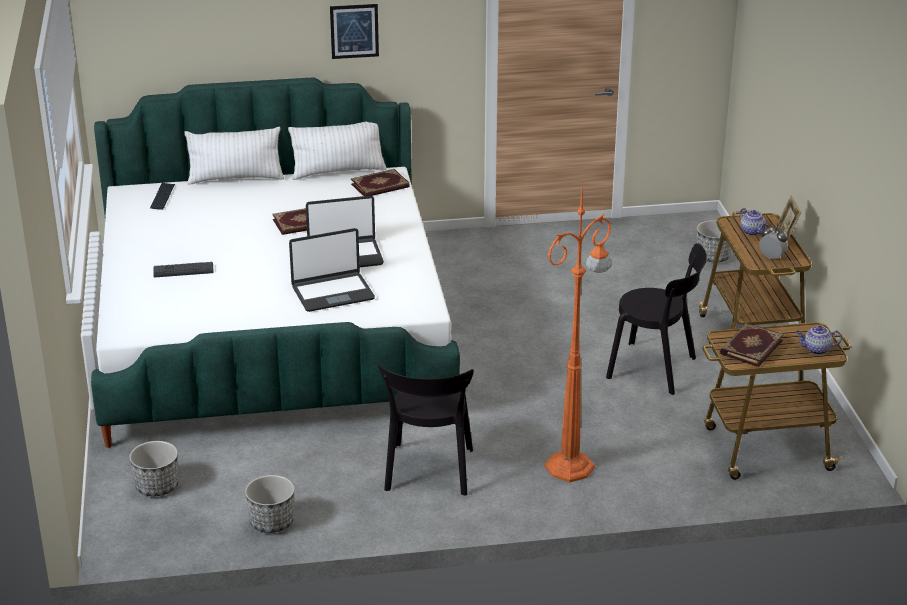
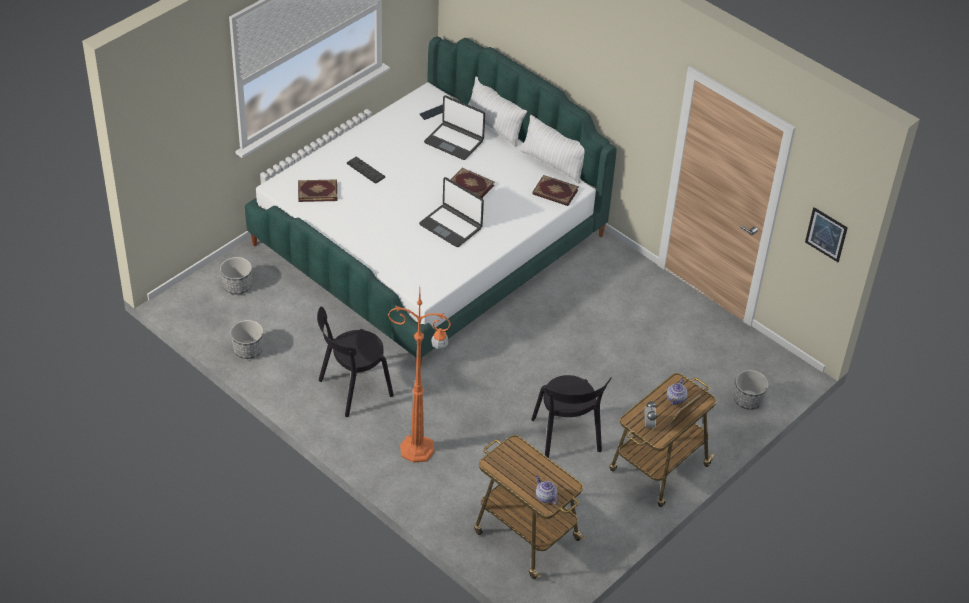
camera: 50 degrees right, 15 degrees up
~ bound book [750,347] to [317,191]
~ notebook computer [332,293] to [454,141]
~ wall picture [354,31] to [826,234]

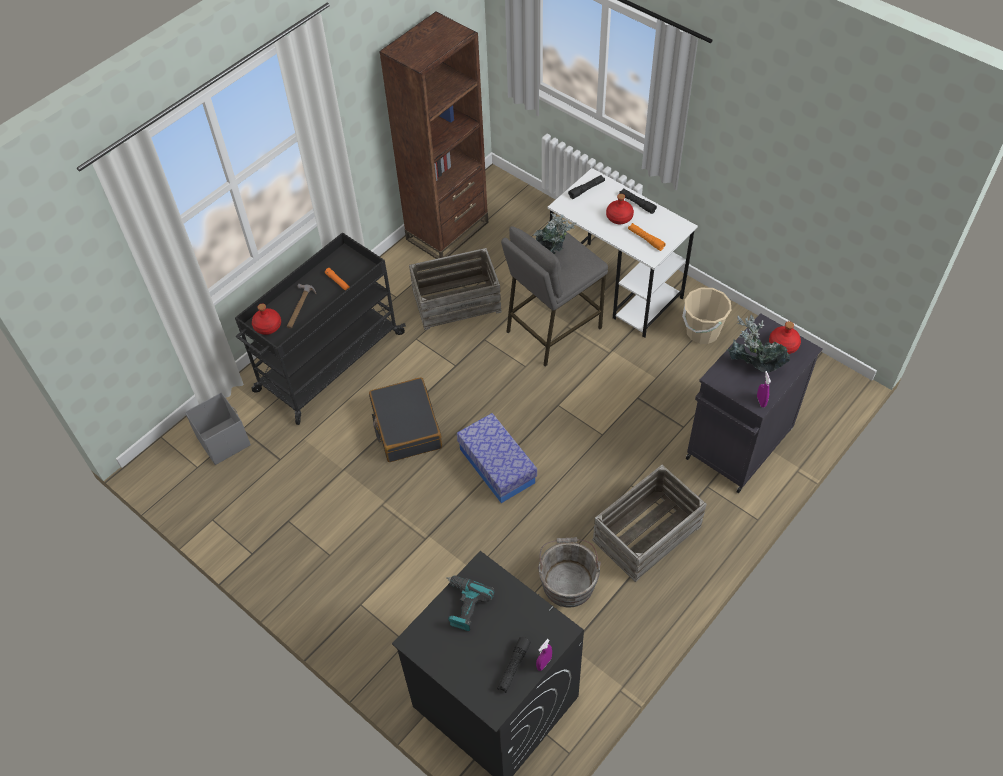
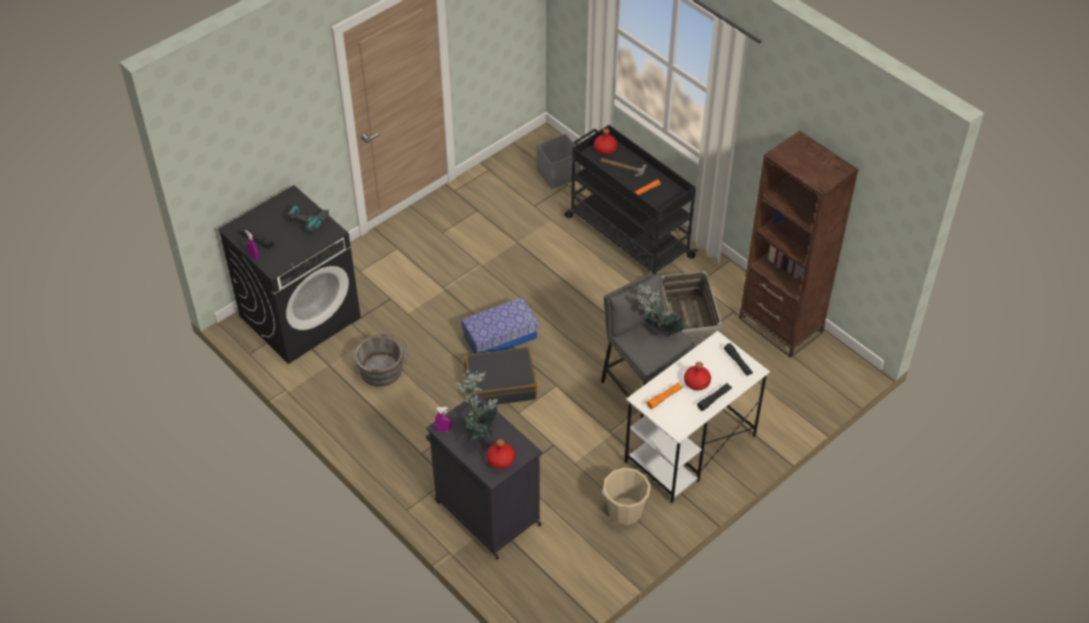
camera: 95 degrees right, 5 degrees down
~ black piece of luggage [406,427] to [500,384]
- shipping crate [647,534]

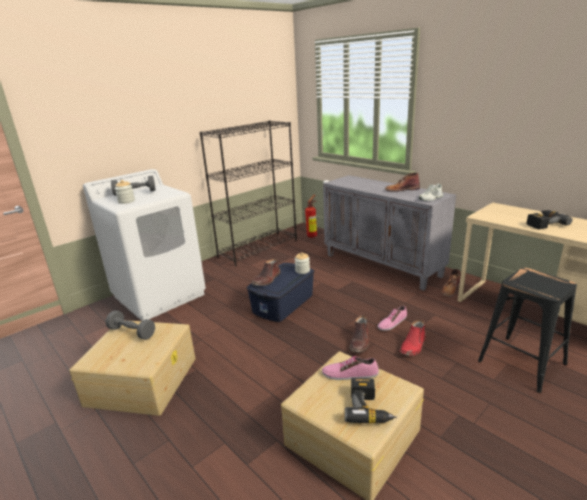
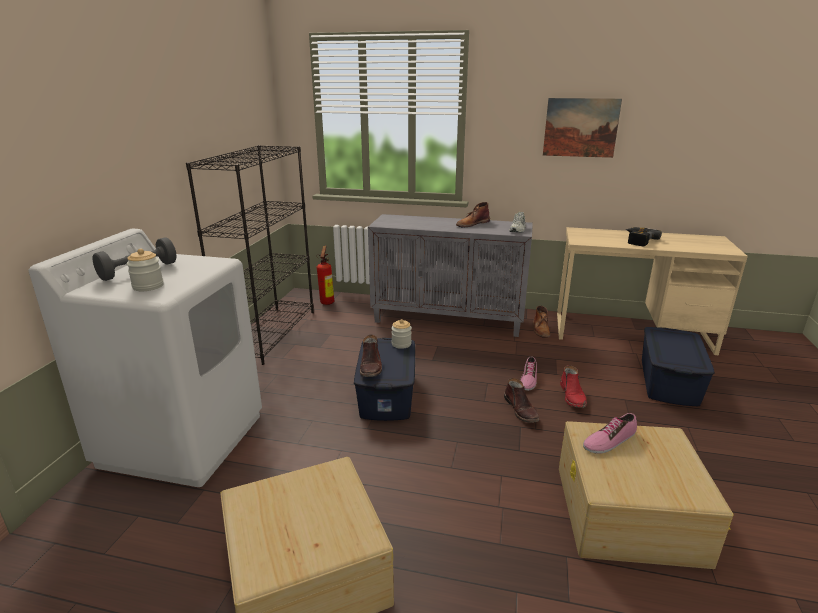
camera: 35 degrees left, 0 degrees up
+ wall picture [580,127]
~ black stool [521,362] to bluish storage container [668,381]
- greyish dumbbell [132,332]
- drill [369,408]

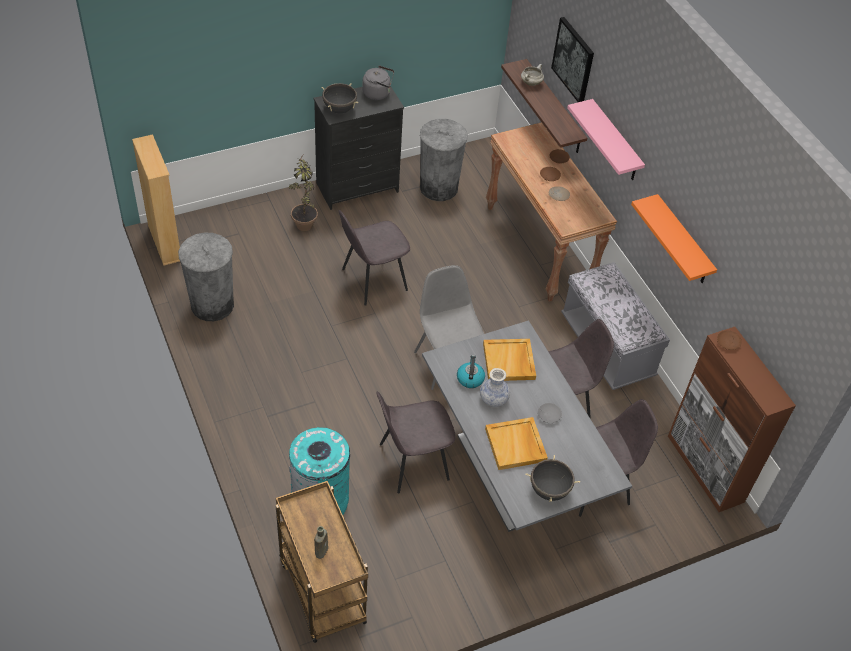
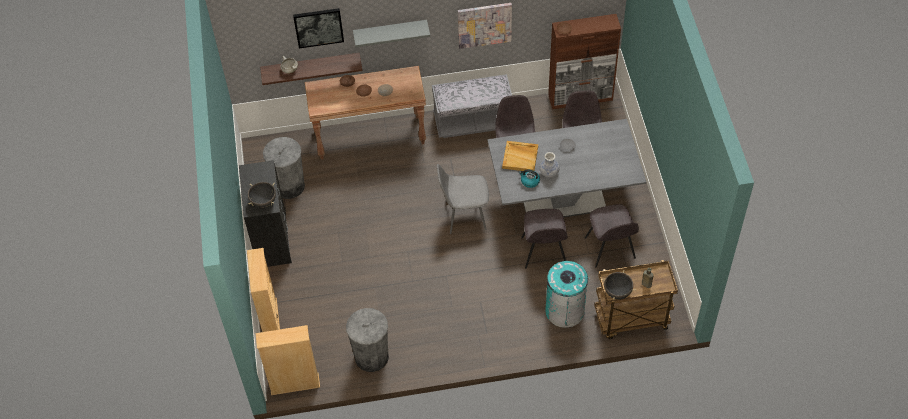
camera: 70 degrees left, 5 degrees up
+ sand-coloured shelving unit [270,319]
~ pink bracket shelf [615,142] to greyish bracket shelf [390,32]
~ orange bracket shelf [683,241] to wall picture [484,24]
~ greyish plain chair [372,280] to [610,249]
~ black saucepot [549,490] to [617,292]
- plant in a pot [304,221]
- greyish kettle [378,93]
- sand-coloured carrying tray [516,445]

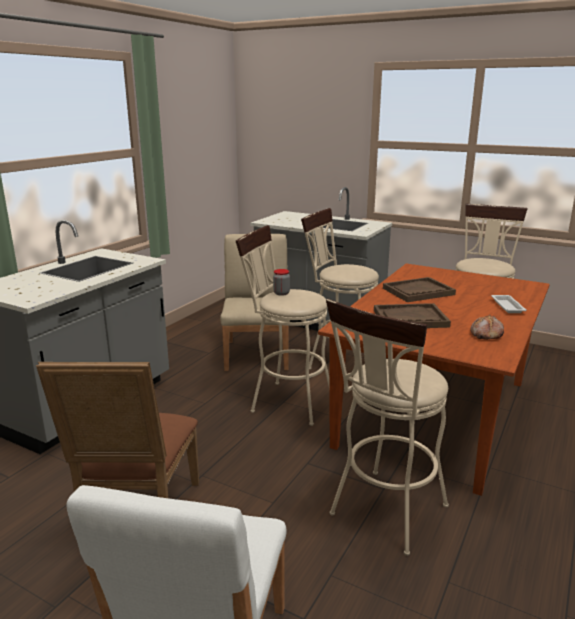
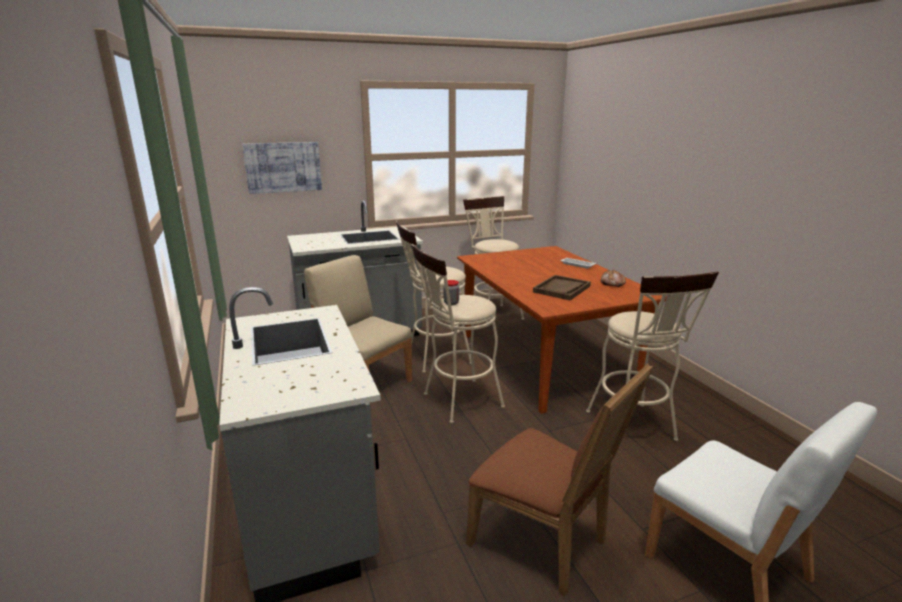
camera: 50 degrees left, 0 degrees up
+ wall picture [283,167]
- brown-coloured carrying tray [418,291]

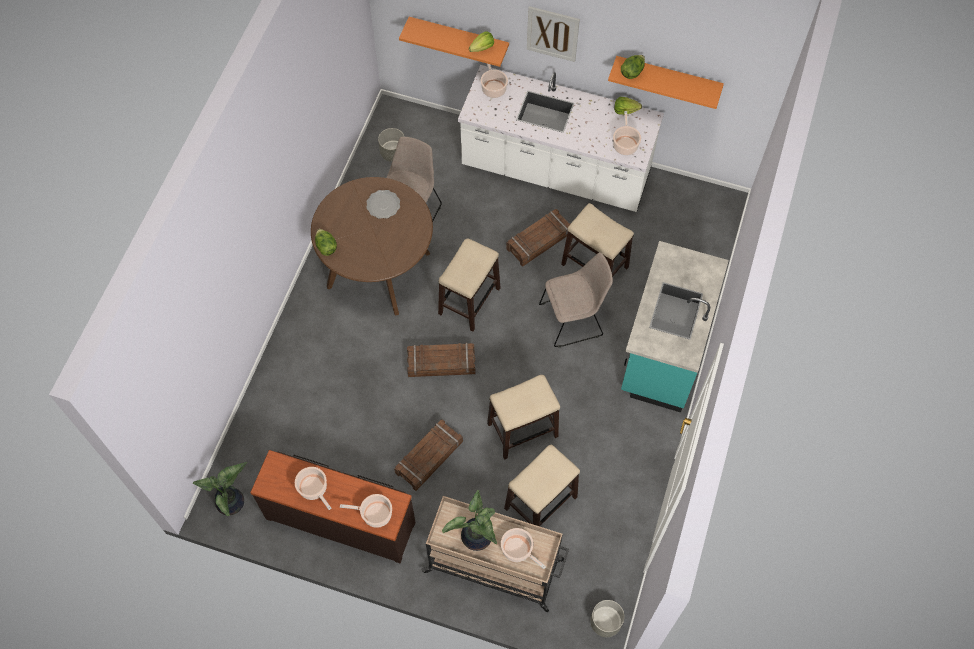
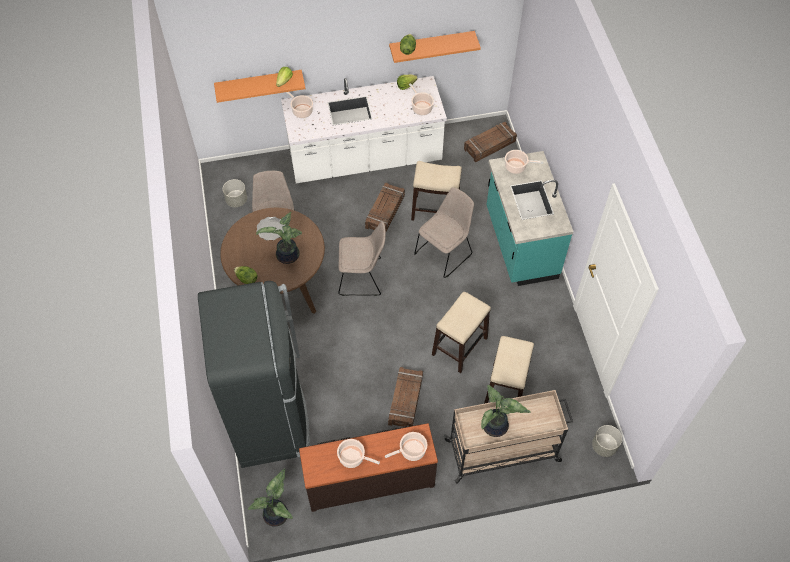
camera: 30 degrees left, 5 degrees down
+ black refrigerator [270,420]
+ plant in a pot [287,256]
~ stool [469,301] to sand-coloured plain chair [362,277]
~ shipping crate [441,363] to [489,145]
~ saucepot [518,550] to [517,167]
- wall picture [552,33]

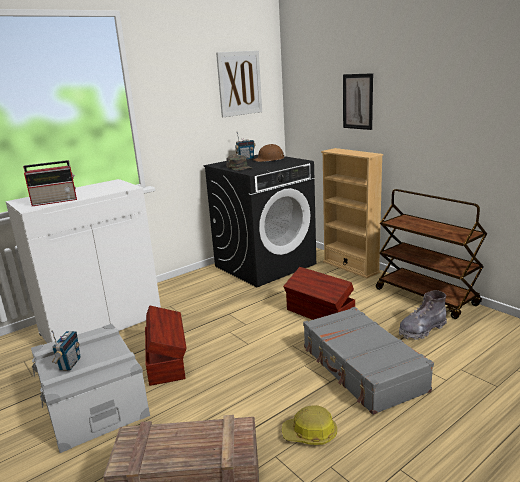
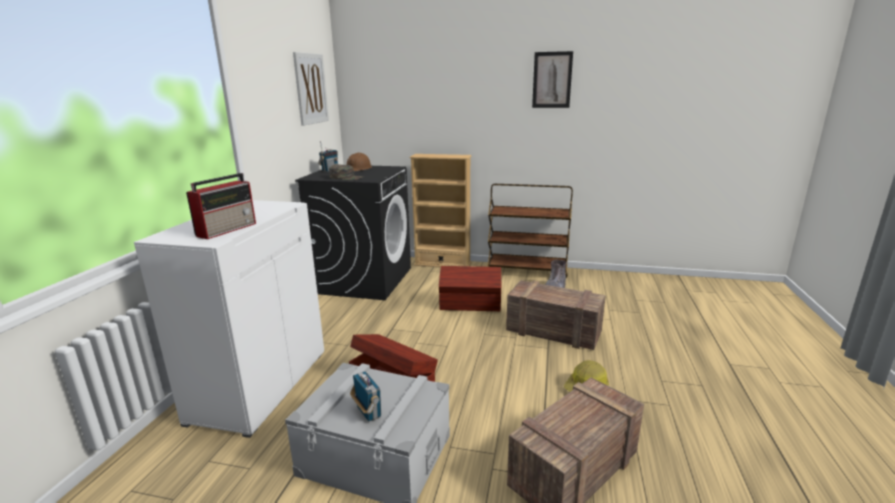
camera: 40 degrees left, 0 degrees up
~ greyish piece of luggage [361,369] to shipping crate [555,331]
~ wall picture [357,101] to [552,80]

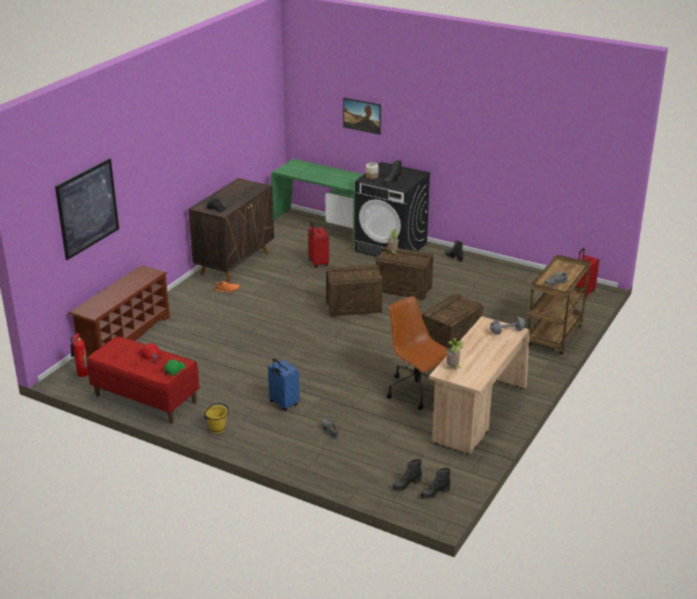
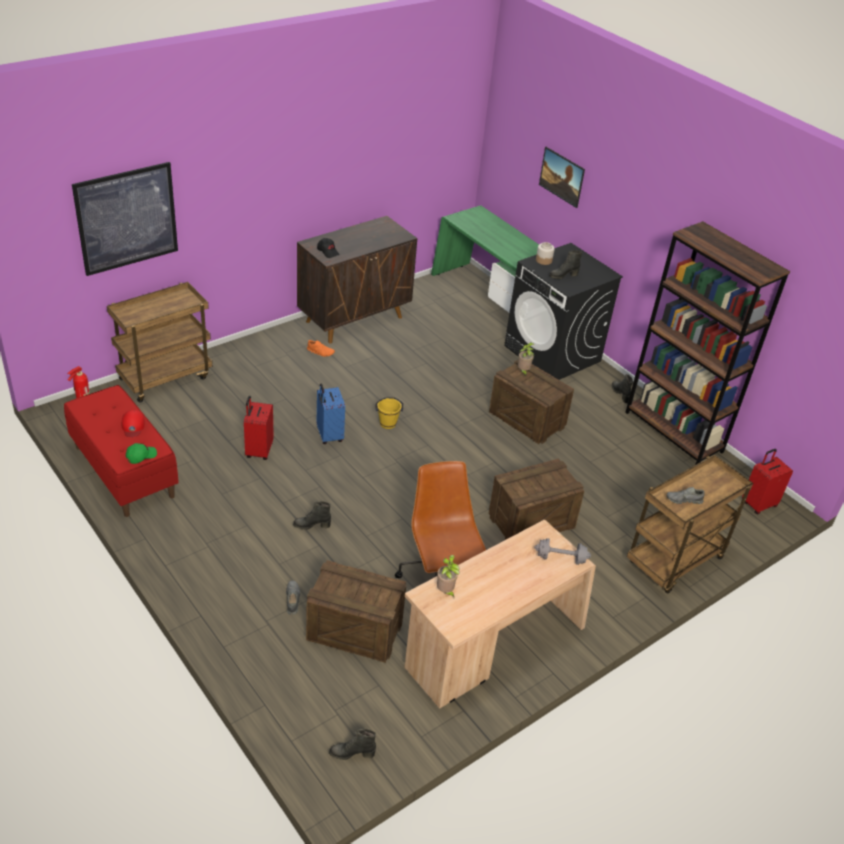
camera: 20 degrees right, 10 degrees up
~ brown-coloured shoe stand [124,336] to brown-coloured trolley [165,377]
~ red-coloured piece of luggage [318,263] to [258,450]
~ black tall boot [406,485] to [312,525]
~ shipping crate [353,306] to [354,630]
~ bluish piece of luggage [283,404] to [328,435]
~ yellow pail [217,429] to [388,423]
+ brown-coloured shelving unit [673,432]

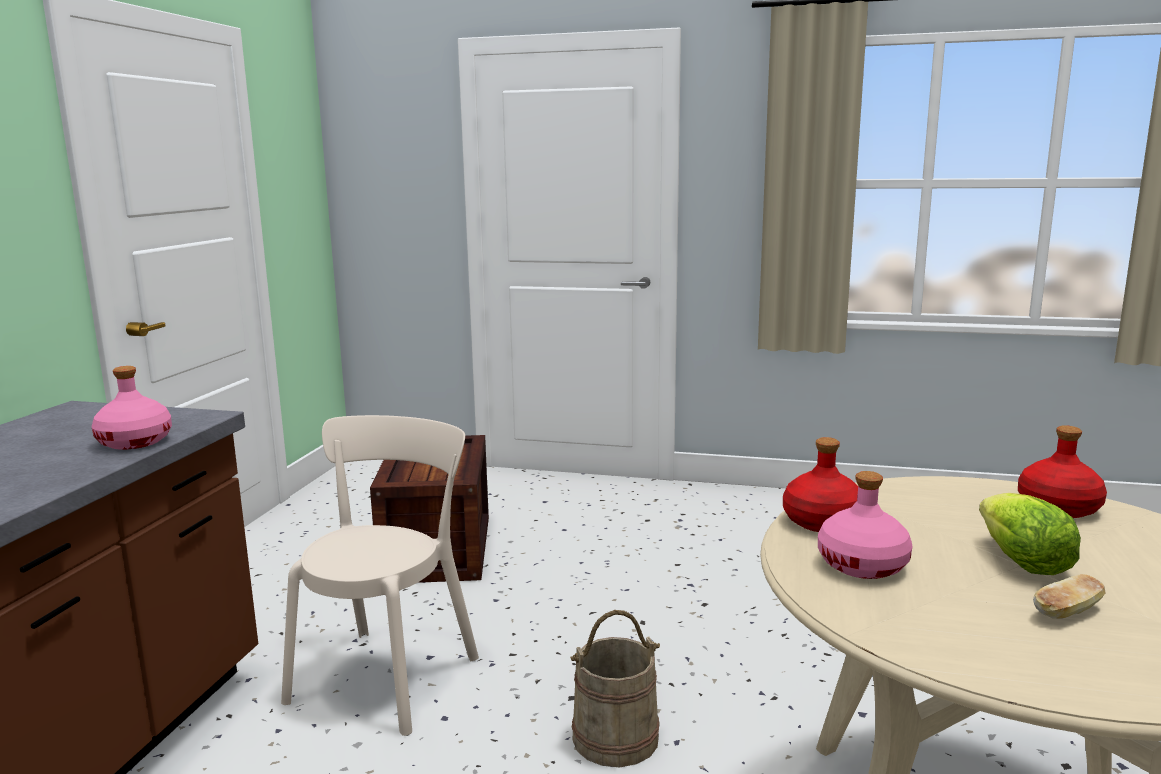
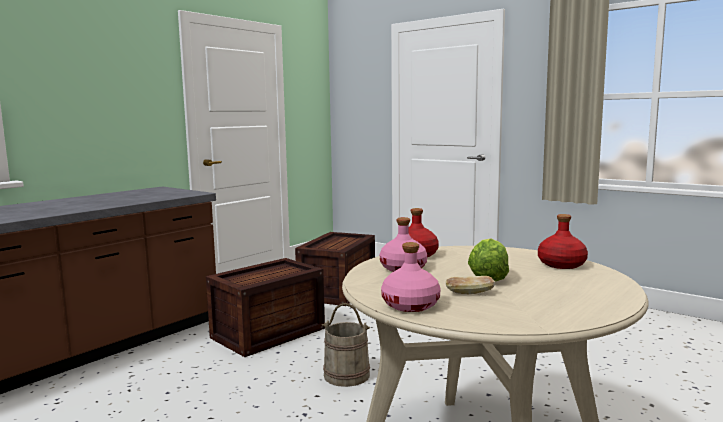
camera: 25 degrees right, 5 degrees down
~ sand-coloured plain chair [389,674] to shipping crate [269,332]
~ pink beverage bottle [136,441] to [411,305]

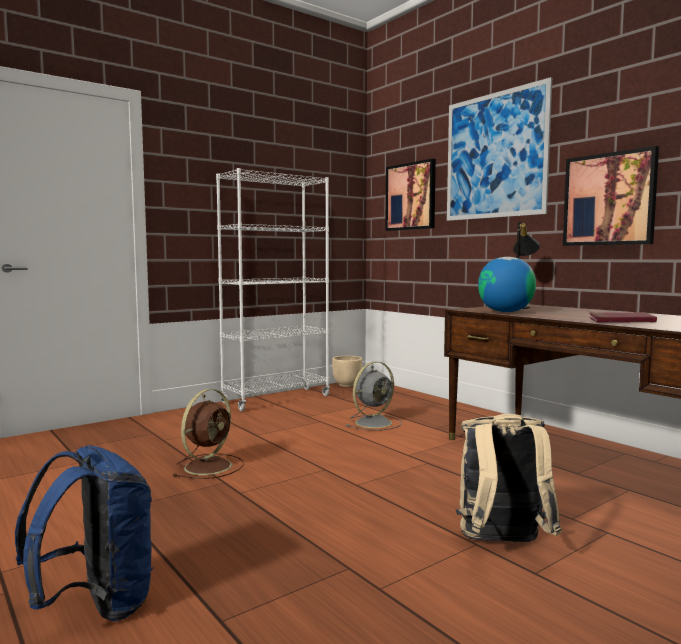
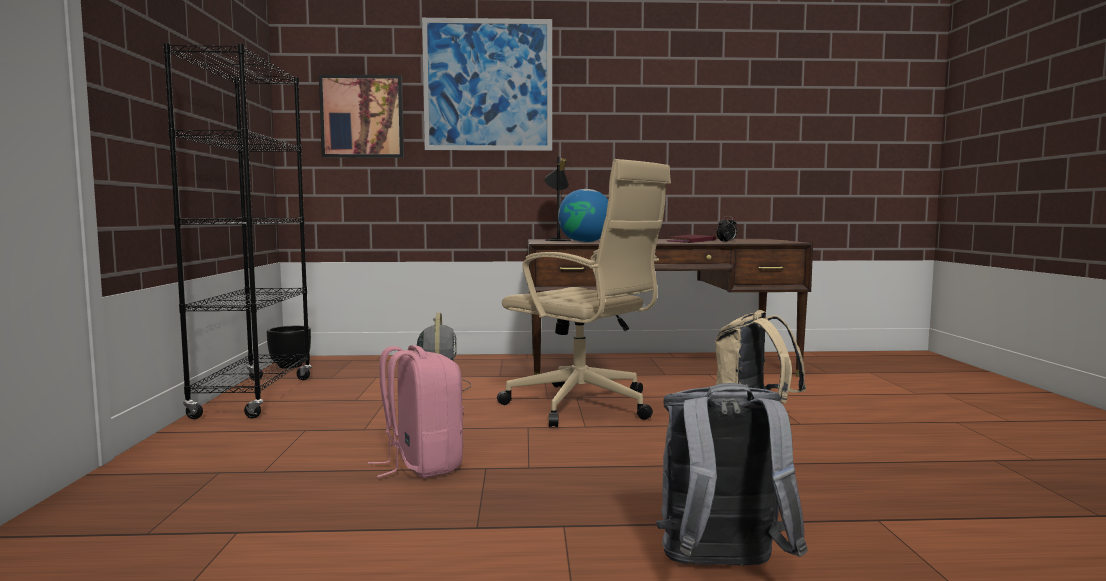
camera: 55 degrees left, 0 degrees up
~ white shelving unit [276,399] to black shelving unit [254,397]
~ sand-coloured plant pot [347,385] to black plant pot [289,366]
~ brown-coloured fan [209,466] to pink backpack [421,465]
+ sand-coloured office chair [584,406]
~ bluish backpack [96,605] to greyish backpack [721,569]
+ table clock [726,242]
- wall picture [609,199]

